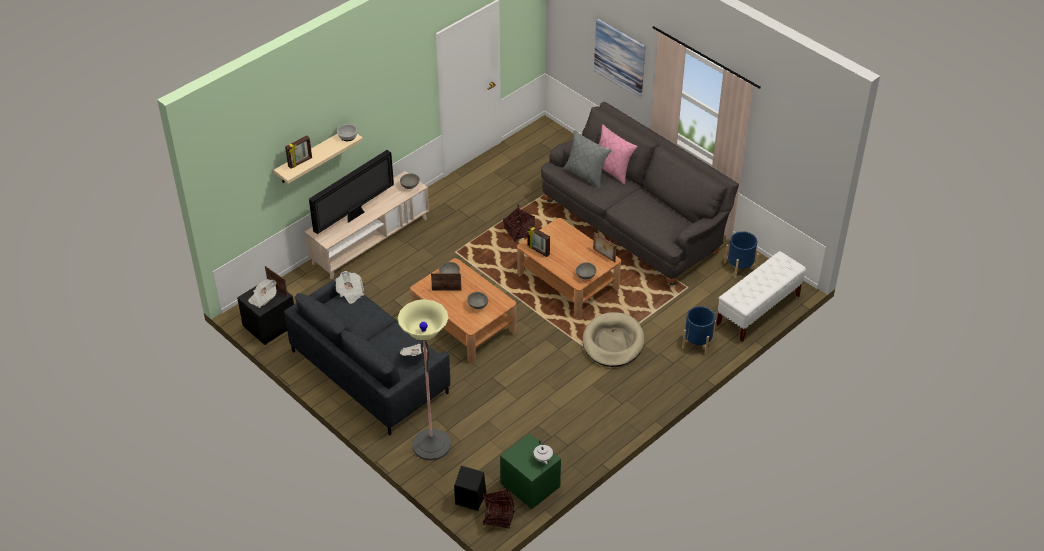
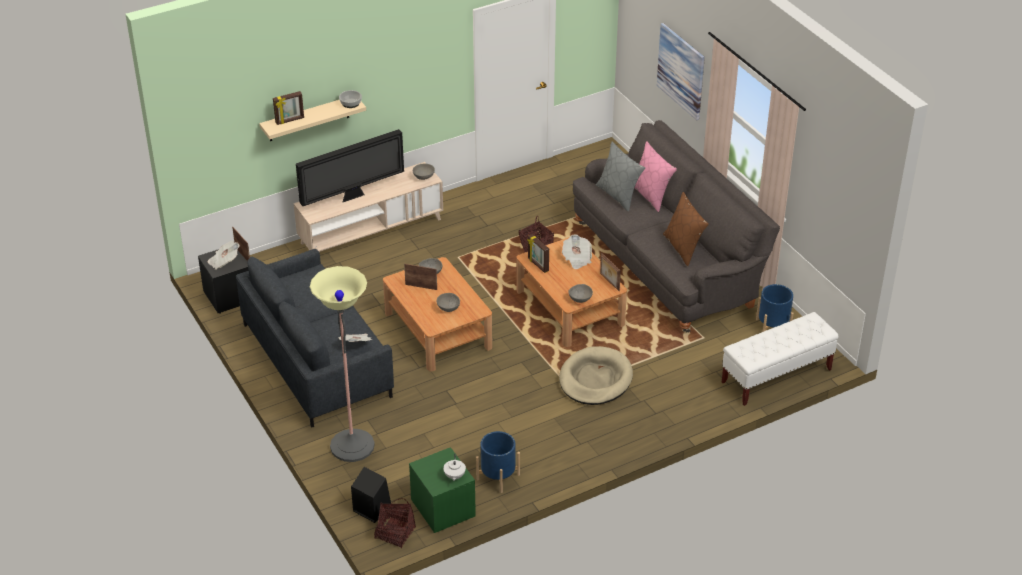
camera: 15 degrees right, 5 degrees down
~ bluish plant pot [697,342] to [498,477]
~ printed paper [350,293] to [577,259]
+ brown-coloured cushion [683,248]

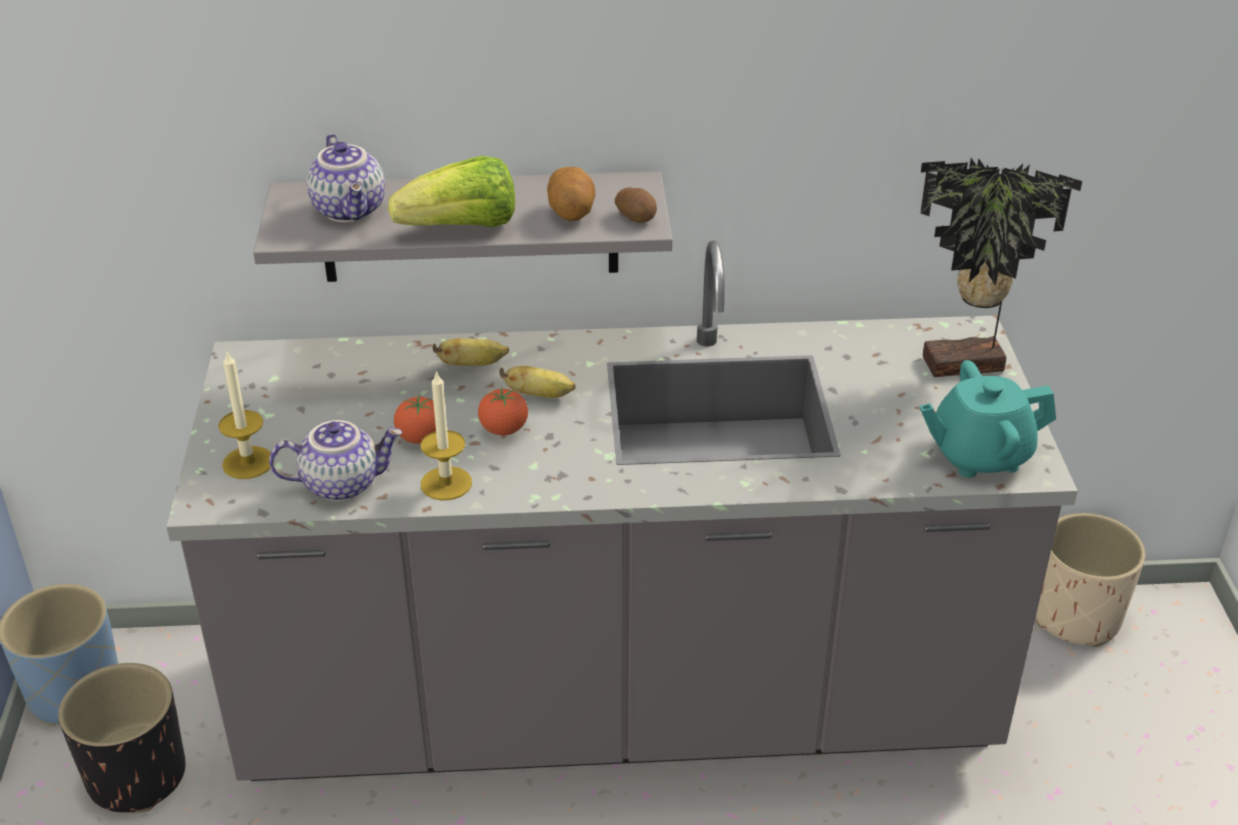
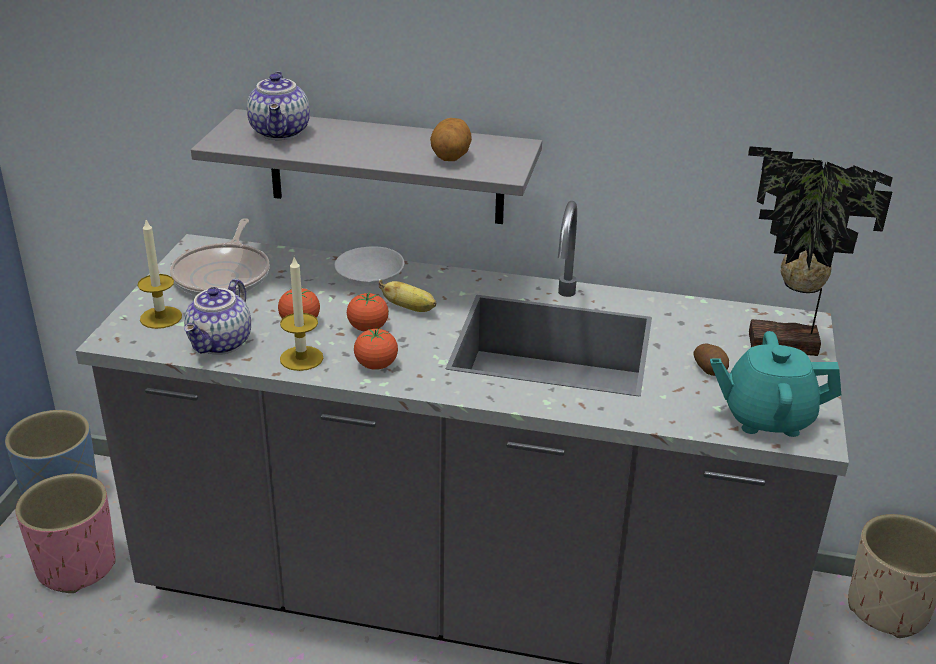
camera: 15 degrees right, 5 degrees down
~ black plant pot [137,776] to pink plant pot [76,565]
+ skillet [224,275]
~ teapot [341,483] = [221,344] 105 degrees clockwise
~ whole banana [472,365] to white deep dish [369,279]
+ whole tomato [376,365]
~ potato [637,217] to [710,369]
- lettuce [462,228]

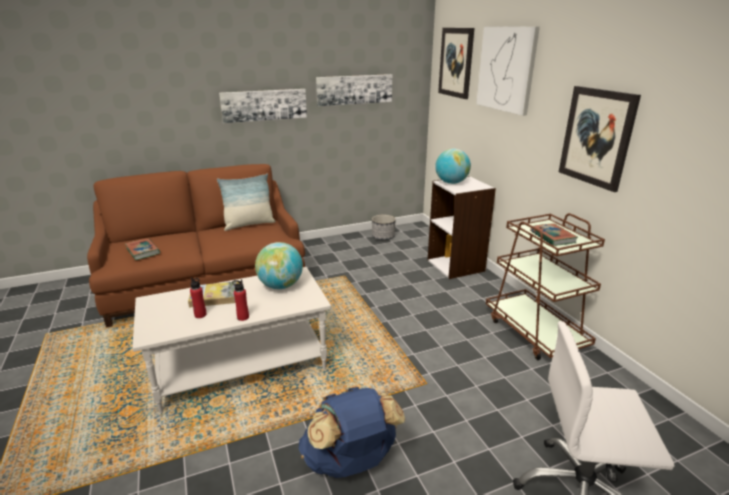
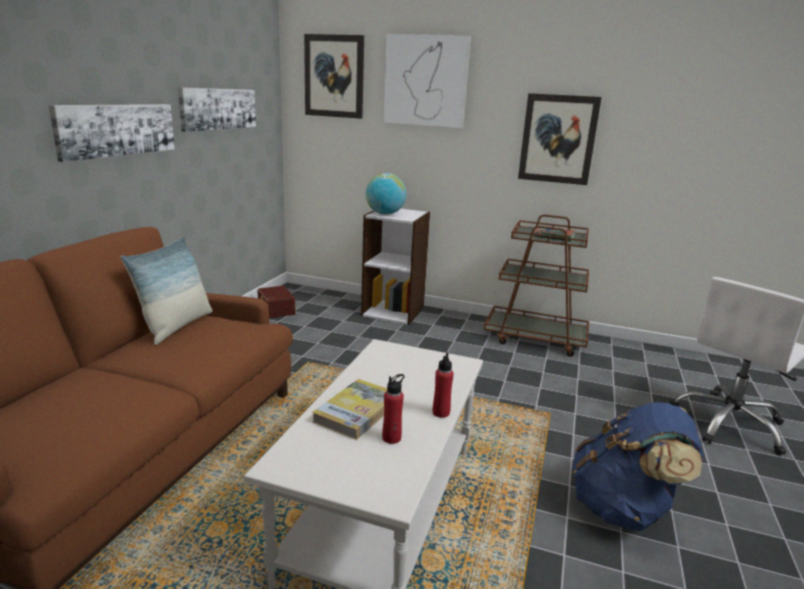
camera: 50 degrees left, 5 degrees down
~ plant pot [383,237] to brown-coloured storage container [275,310]
- bound book [143,251]
- globe [281,286]

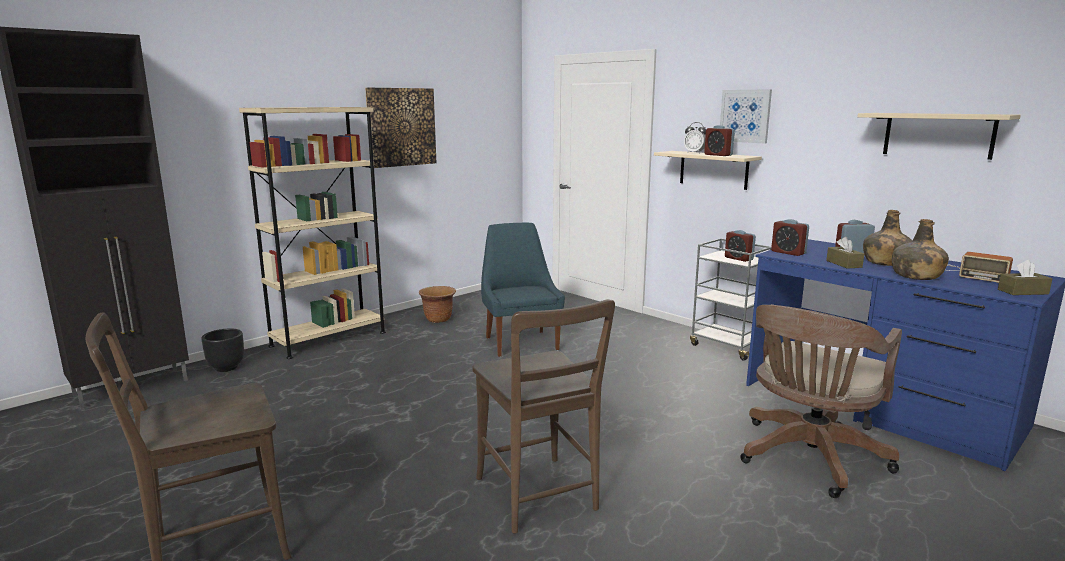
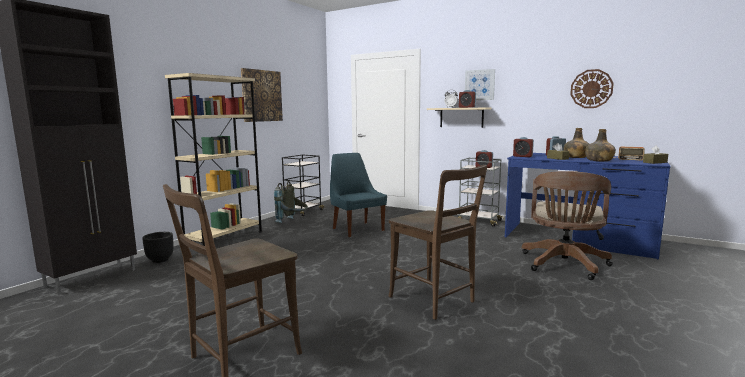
camera: 15 degrees left, 5 degrees down
~ brown-coloured plant pot [438,319] to greyish backpack [293,222]
+ black trolley [303,212]
~ sand-coloured bracket shelf [938,135] to hanging clock [591,89]

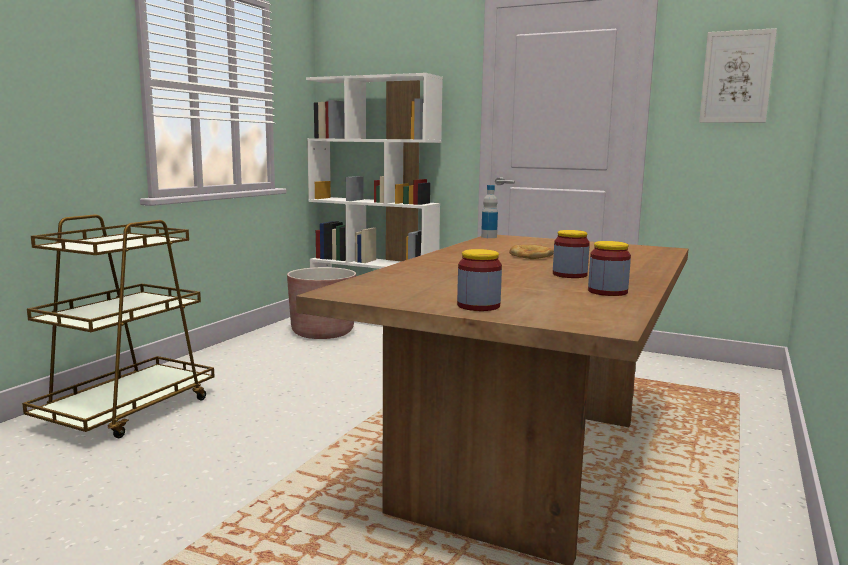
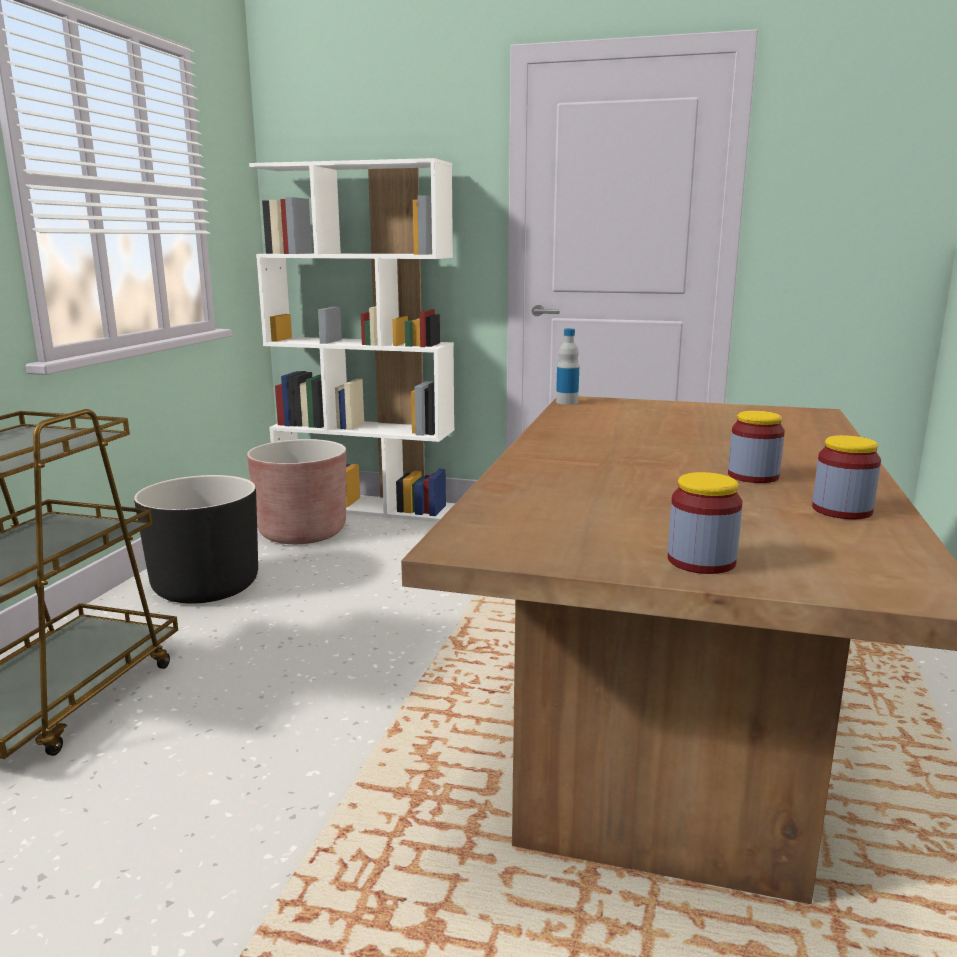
camera: 10 degrees left, 5 degrees up
+ black plant pot [206,587]
- baked bread [530,256]
- wall picture [736,77]

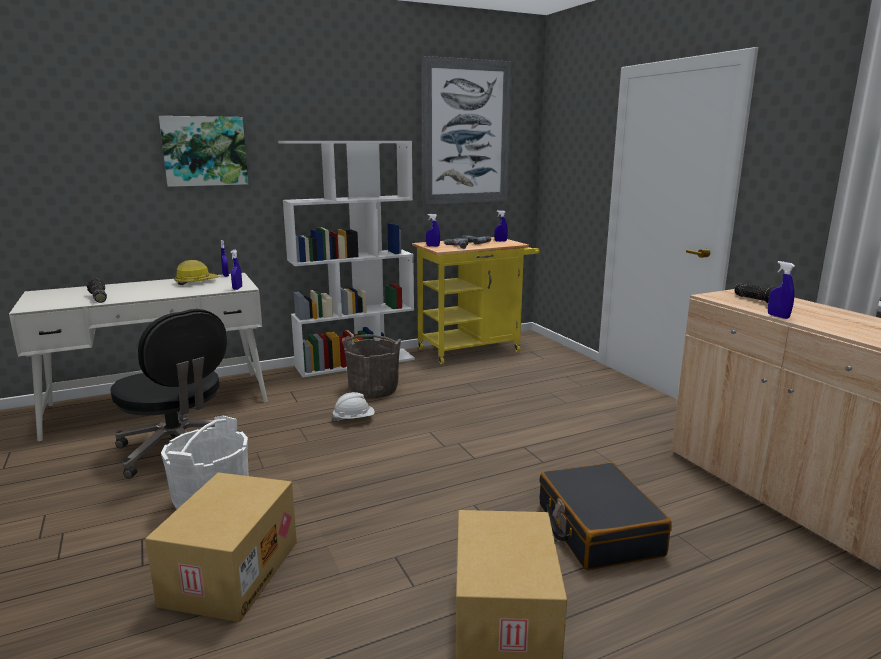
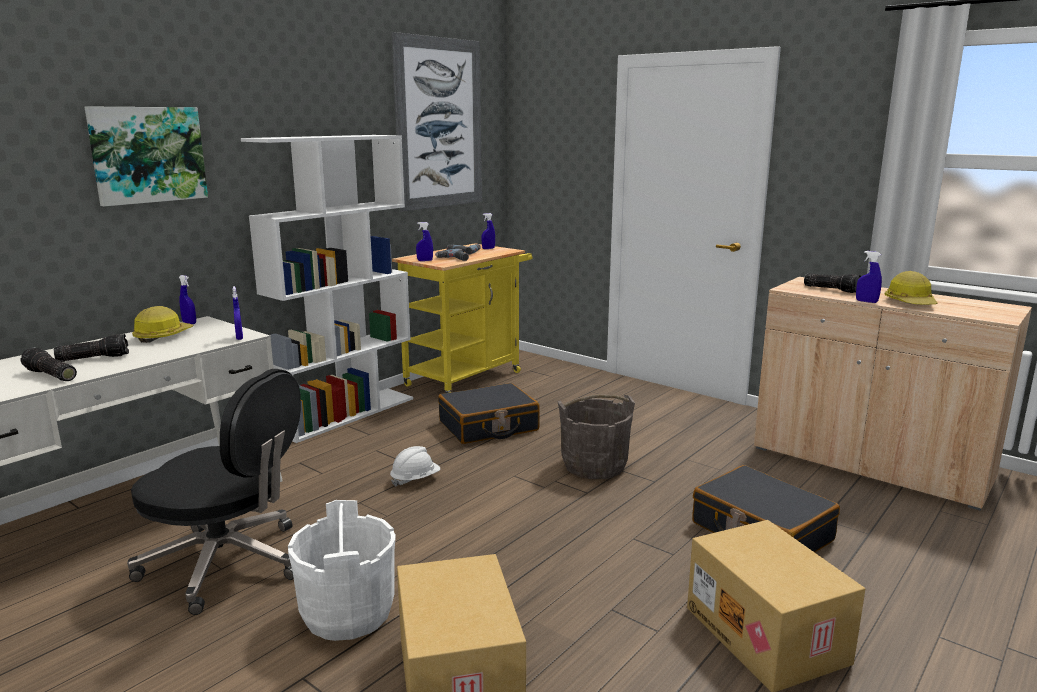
camera: 25 degrees left, 0 degrees up
+ flashlight [94,358]
+ black piece of luggage [488,426]
~ greyish pail [373,389] to [594,465]
+ hard hat [910,303]

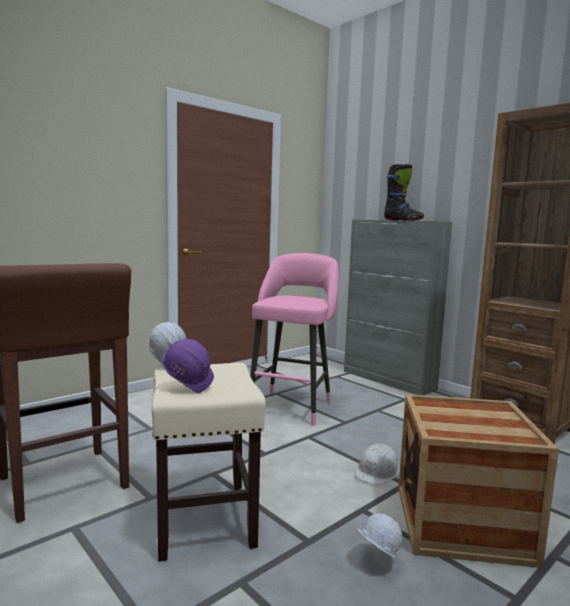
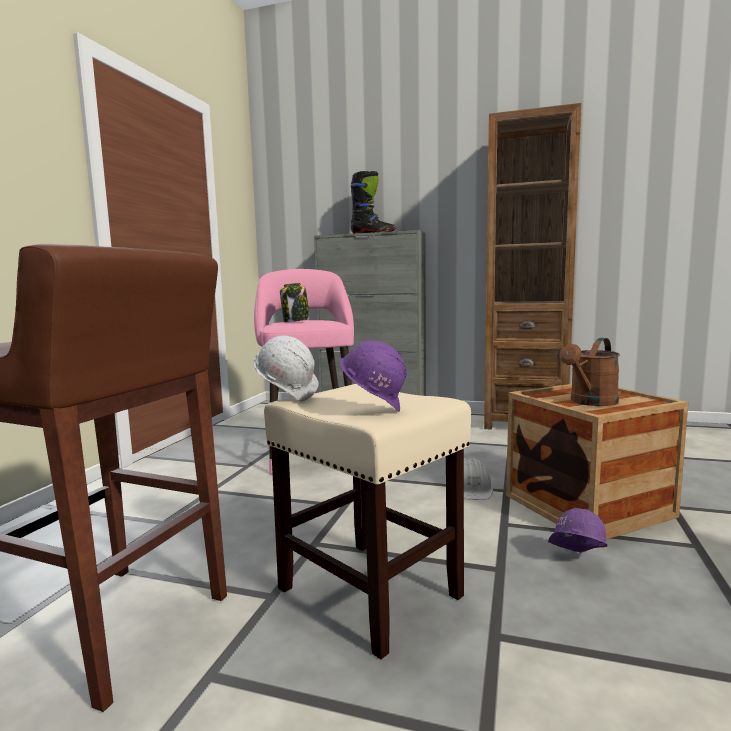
camera: 30 degrees left, 0 degrees up
+ storage jar [296,321]
~ white hard hat [376,561] to purple hard hat [575,561]
+ brown-coloured sprinkling can [590,402]

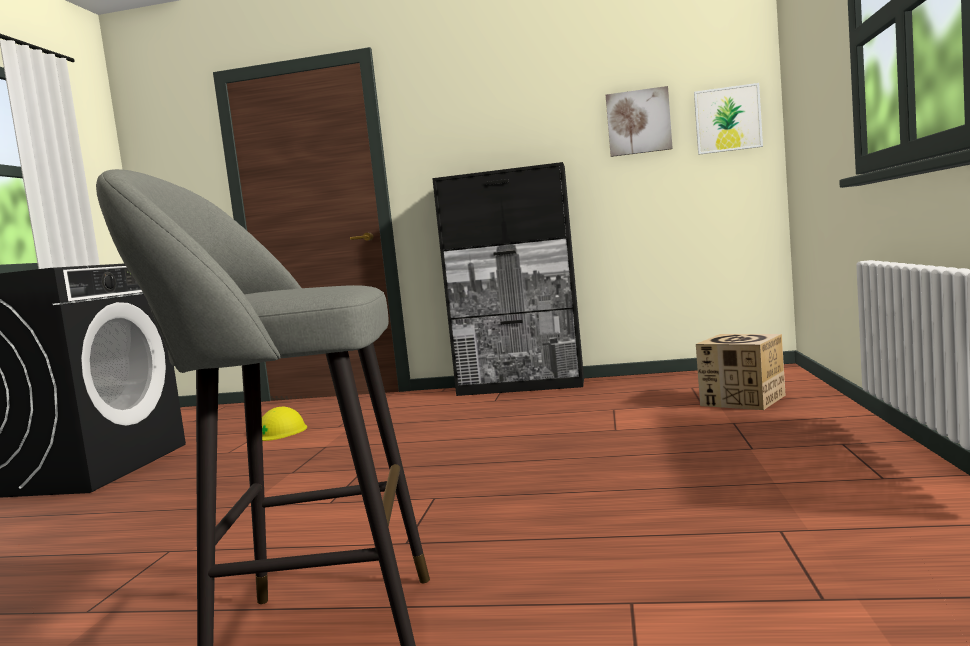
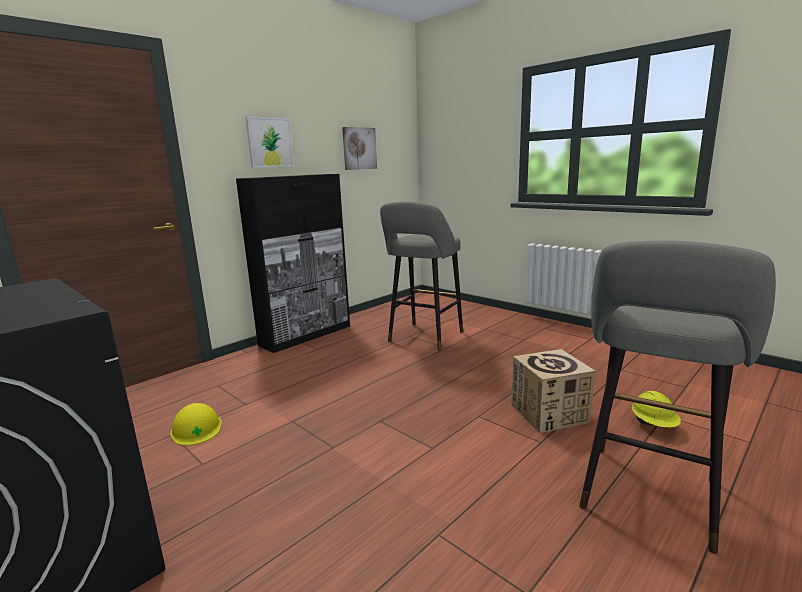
camera: 55 degrees left, 10 degrees up
~ wall picture [727,119] to [270,142]
+ greyish stool [423,338]
~ cardboard box [743,400] to [549,413]
+ yellow hard hat [654,425]

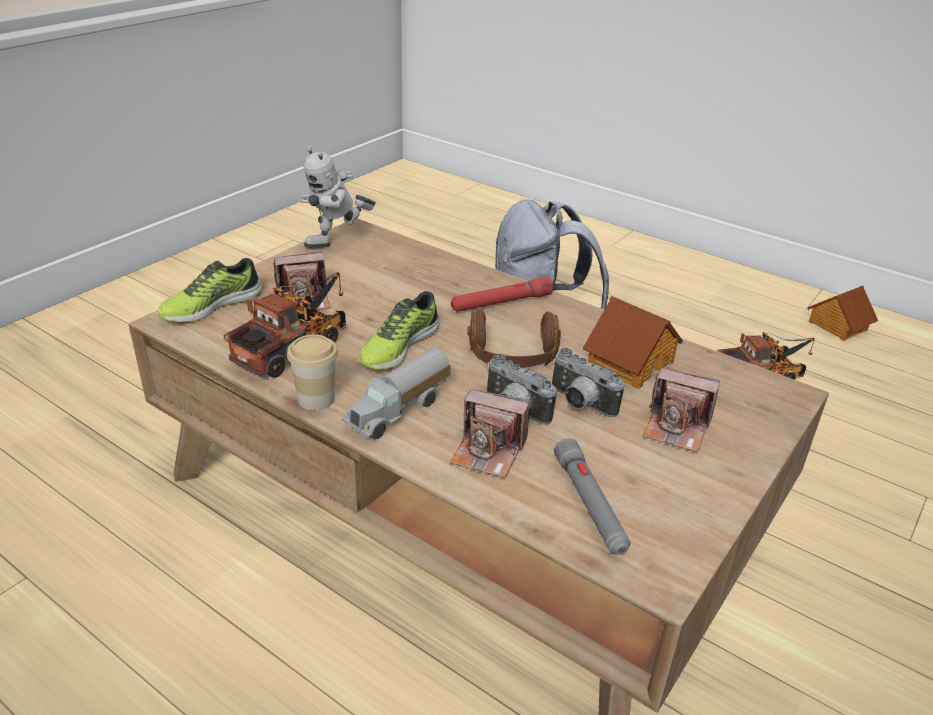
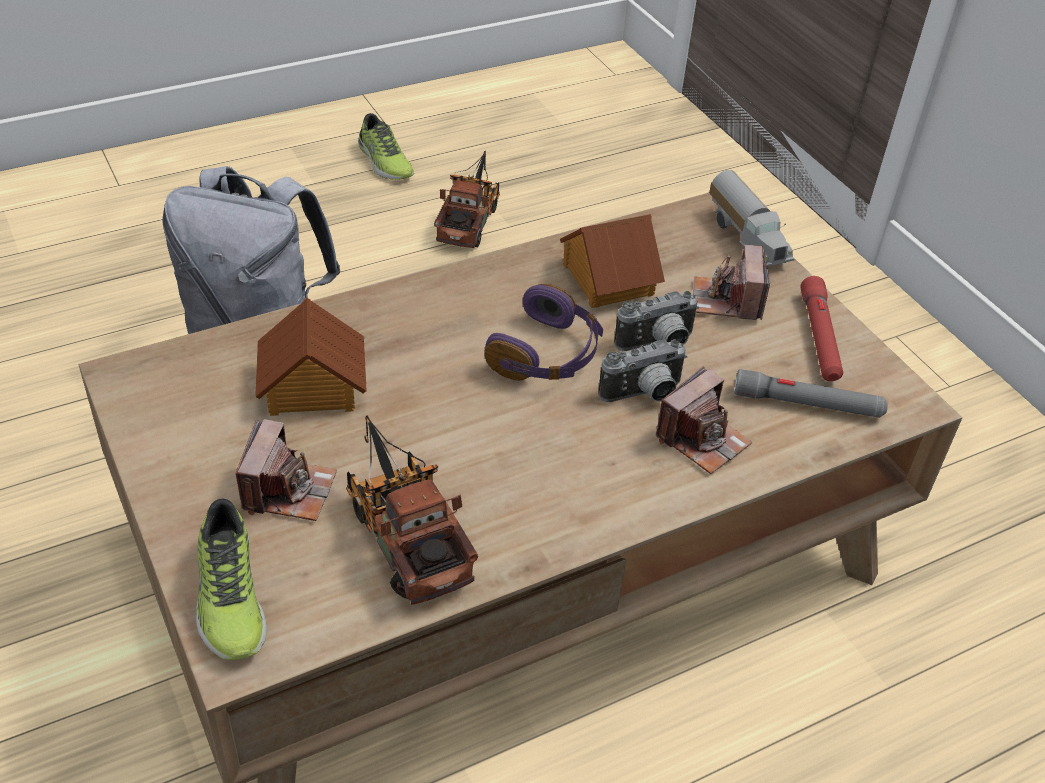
camera: 65 degrees left, 10 degrees up
~ miniature house [837,326] to [311,387]
~ shoe [398,346] to [384,161]
~ brown-coloured pair of headphones [513,357] to purple pair of headphones [547,355]
~ photo camera [676,428] = [727,300] 135 degrees clockwise
~ model truck [399,411] to [747,238]
~ red-coloured flashlight [501,303] to [819,338]
- cup [316,399]
- robot figure [338,244]

